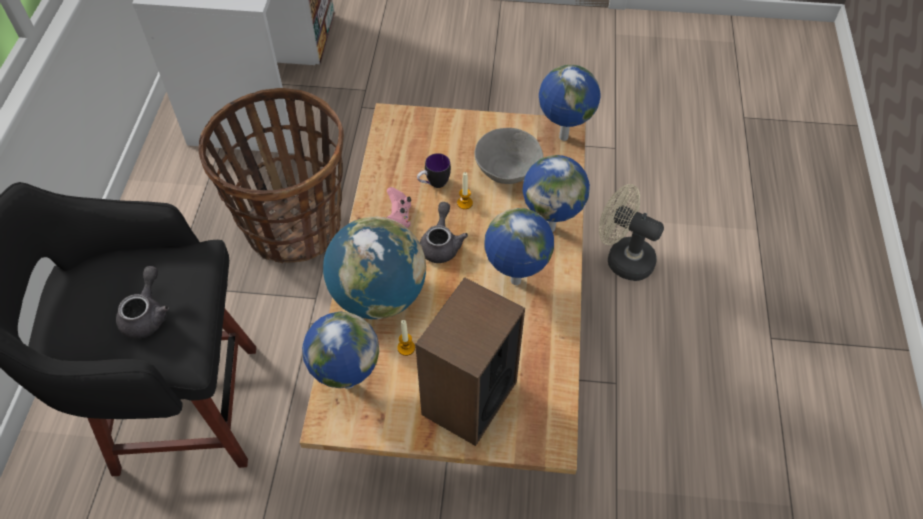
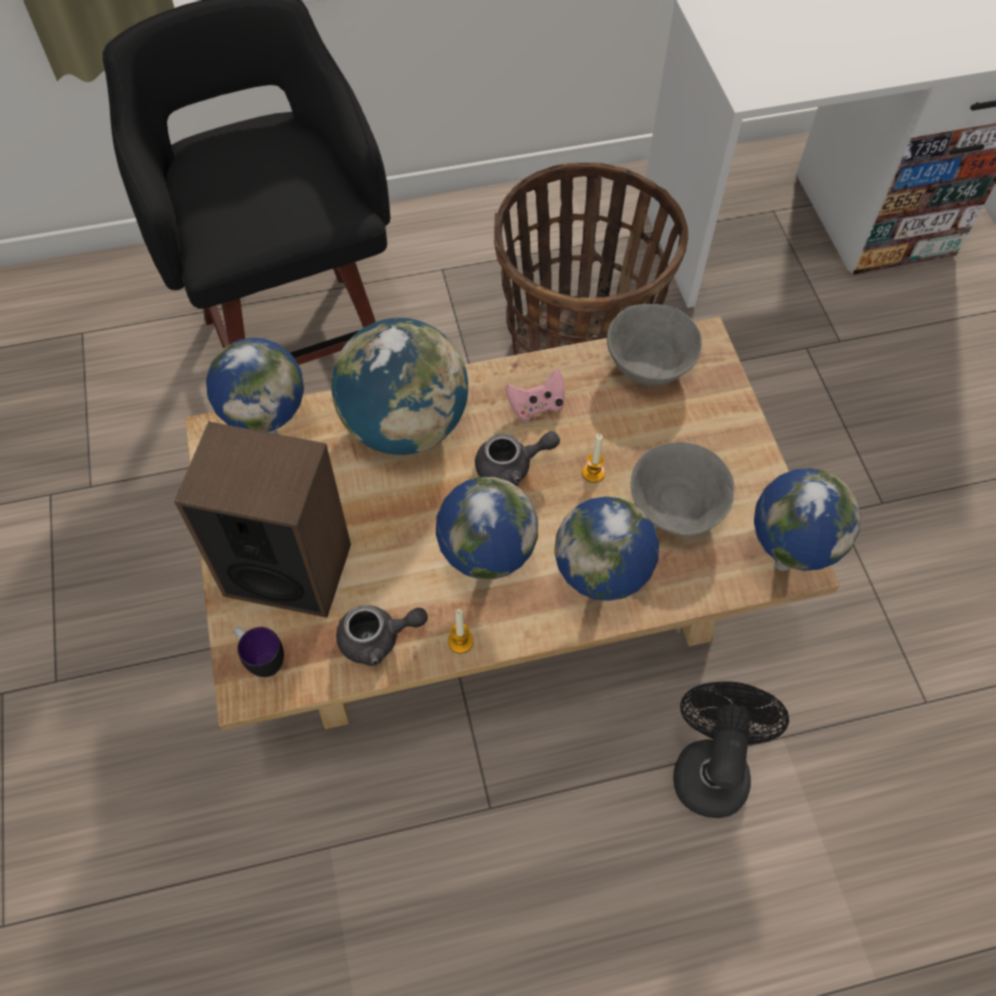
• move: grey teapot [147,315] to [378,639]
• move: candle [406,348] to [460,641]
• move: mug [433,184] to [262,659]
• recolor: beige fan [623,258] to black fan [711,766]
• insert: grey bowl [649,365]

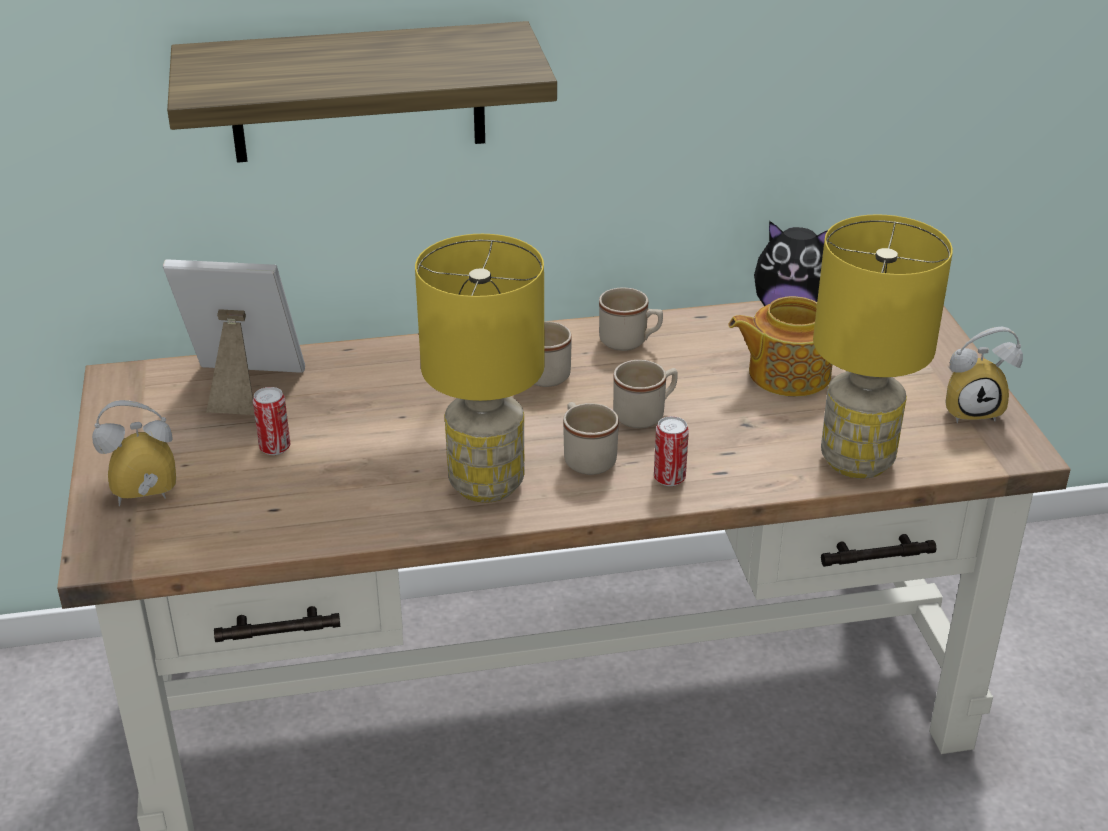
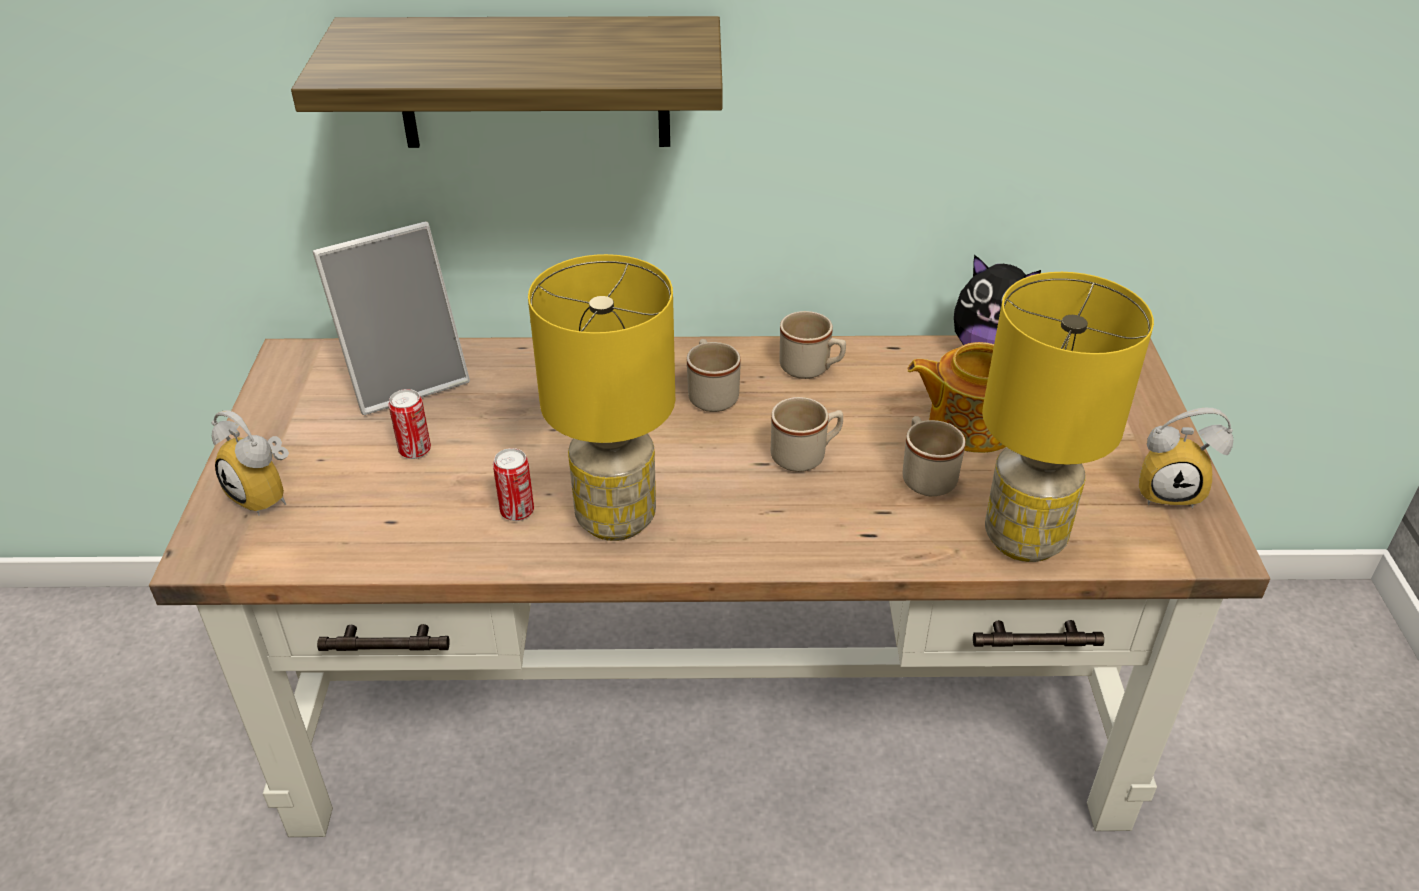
• rotate: alarm clock [144,500] = [268,495] 135 degrees counterclockwise
• rotate: picture frame [242,387] = [405,378] 135 degrees clockwise
• move: beige mug [586,457] to [925,475]
• move: can [669,478] to [517,511]

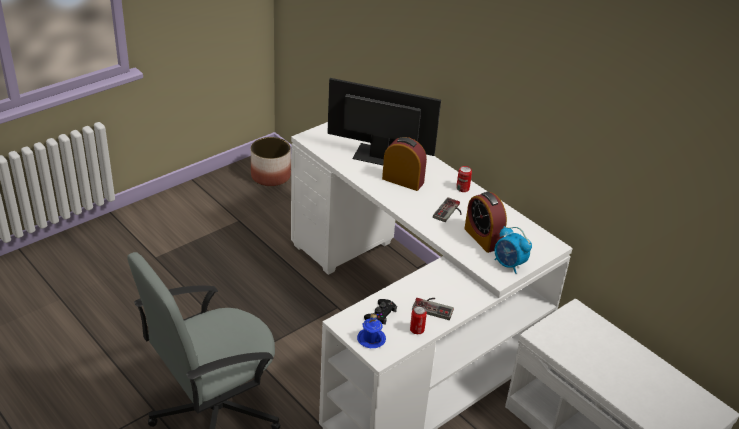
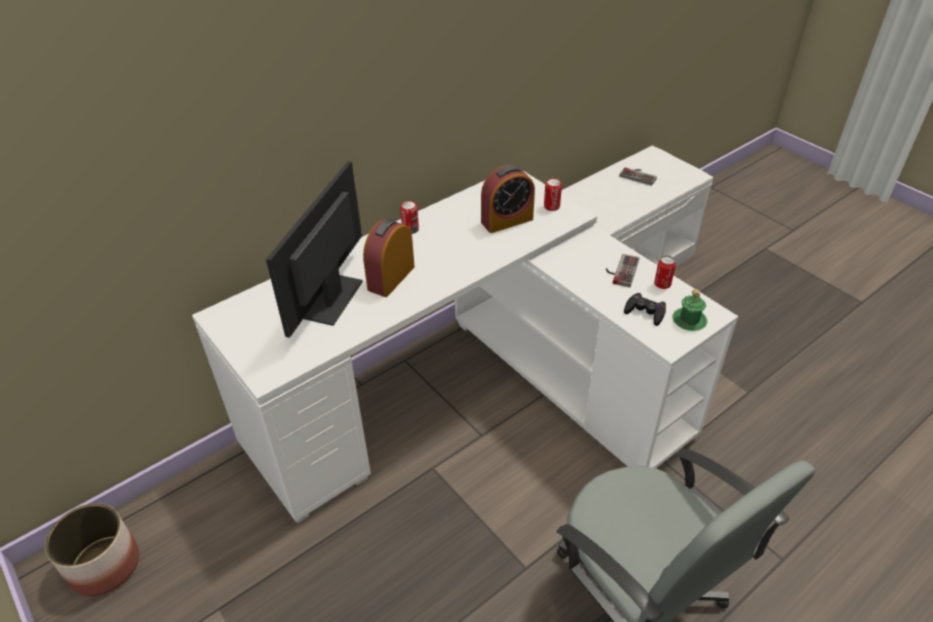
• recolor: blue mug [371,339] to green mug [689,320]
• move: game controller [450,212] to [639,175]
• replace: alarm clock [509,264] to can [551,206]

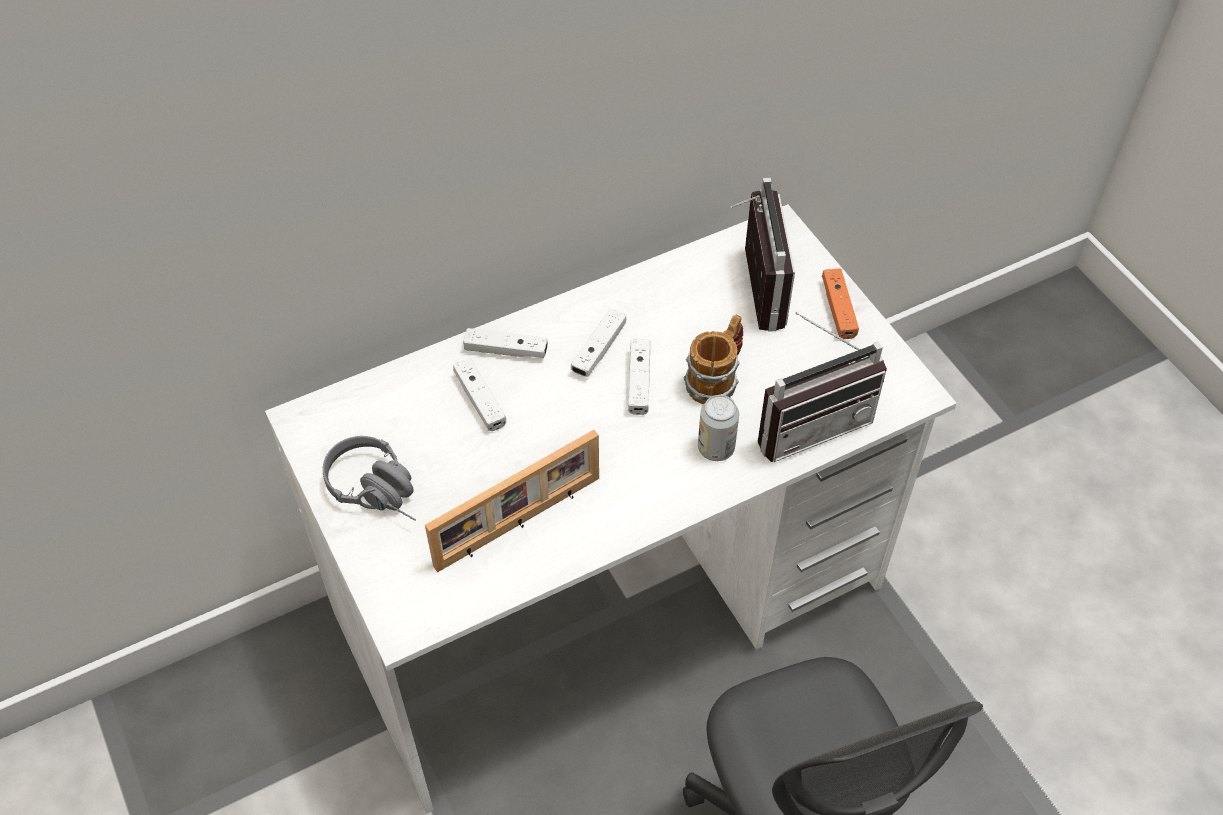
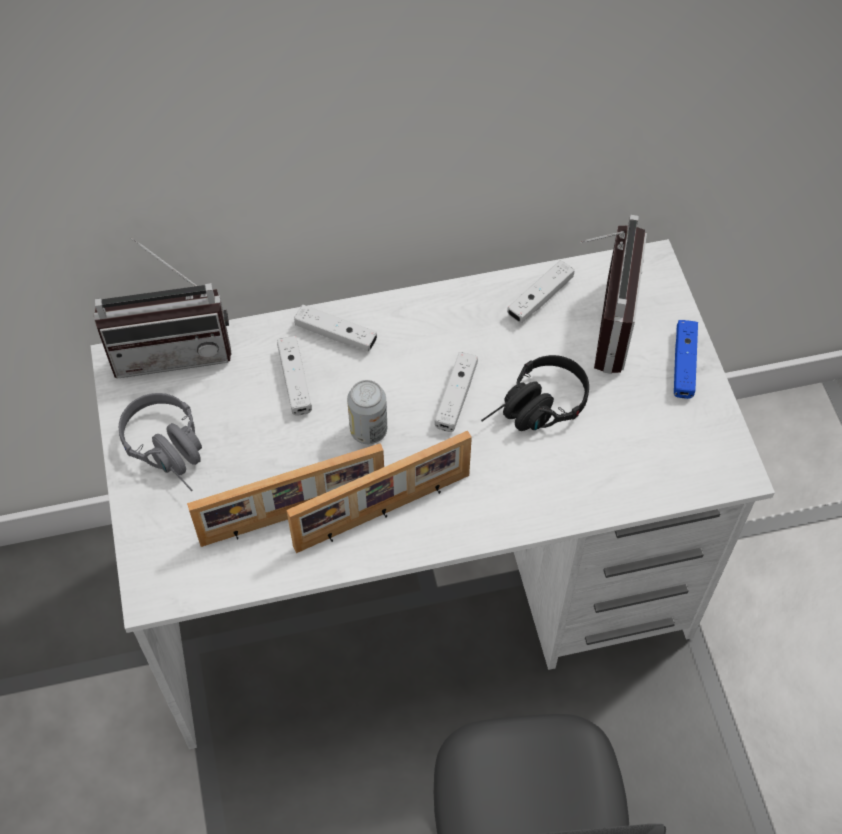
• move: white game controller [599,350] to [540,298]
• replace: mug [716,379] to black headphones [535,411]
• move: can [716,448] to [368,430]
• move: radio [809,422] to [173,348]
• recolor: orange game controller [838,309] to blue game controller [684,364]
• insert: picture frame [383,513]

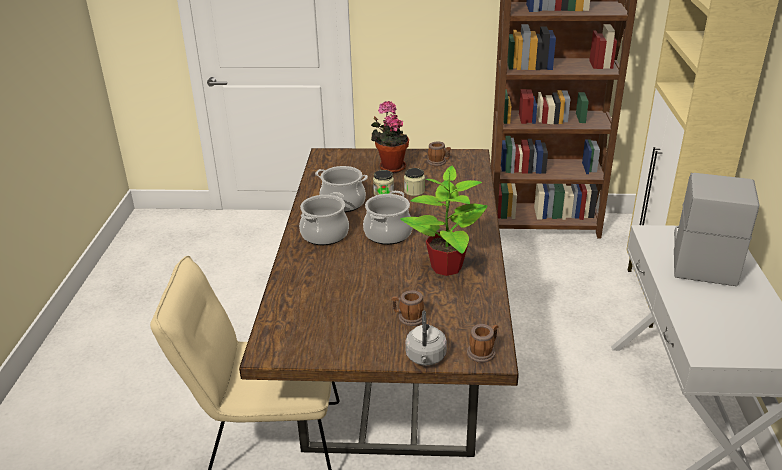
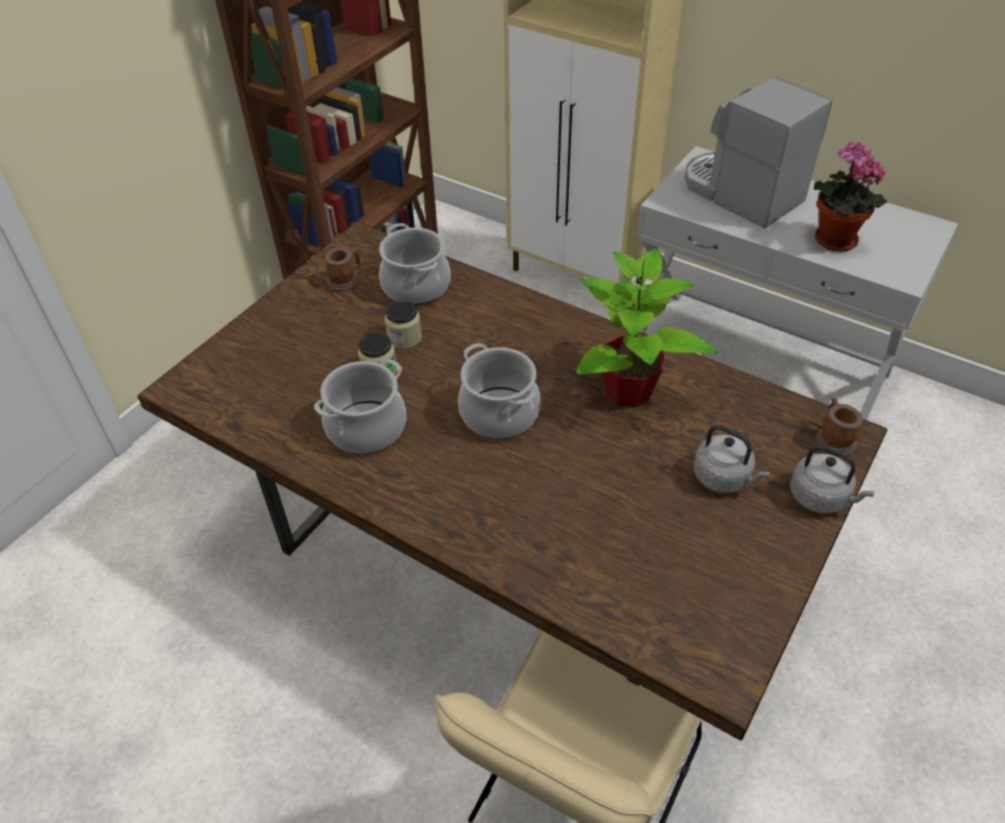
• move: cooking pot [325,235] to [416,286]
• move: potted plant [390,166] to [831,241]
• replace: mug [408,318] to grey kettle [724,478]

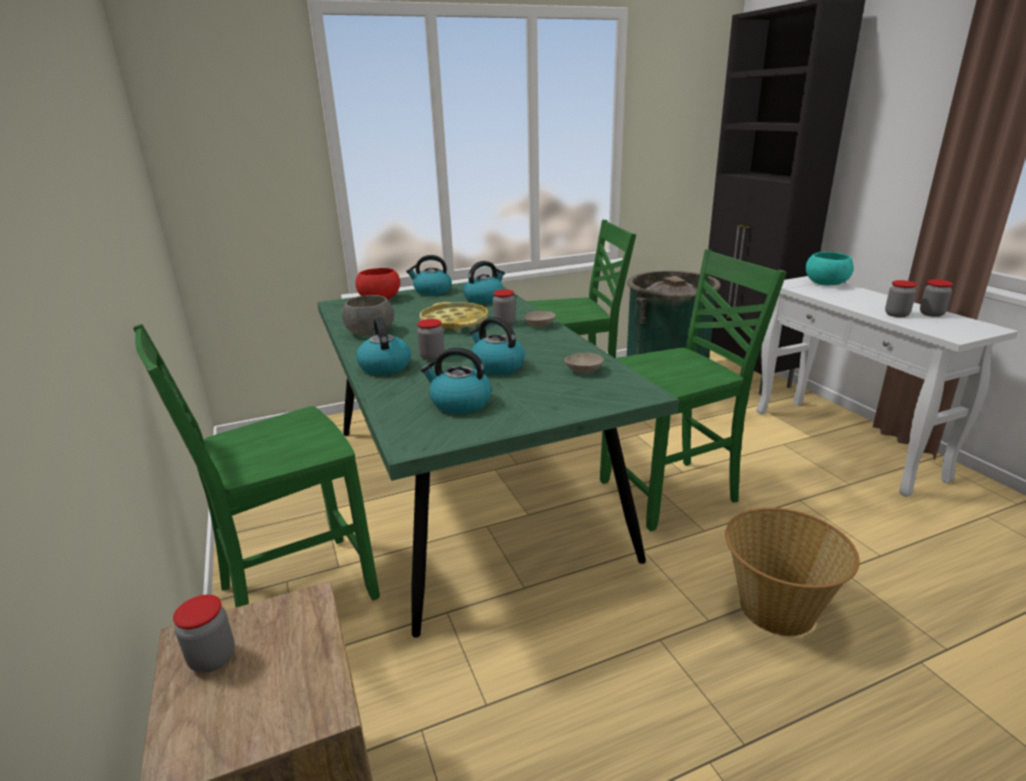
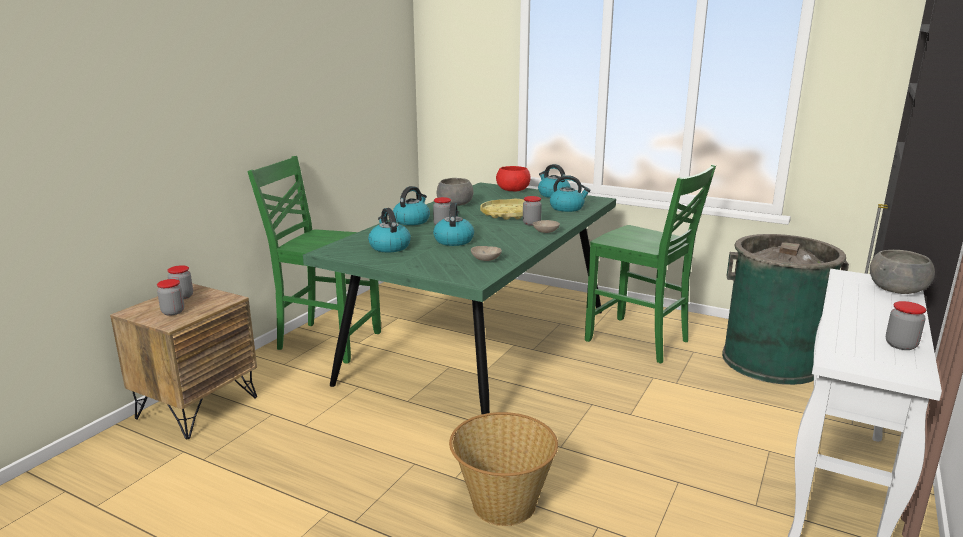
• delete: green chair [671,492]
• recolor: turquoise bowl [826,283] to grey bowl [896,289]
• move: jar [896,314] to [173,312]

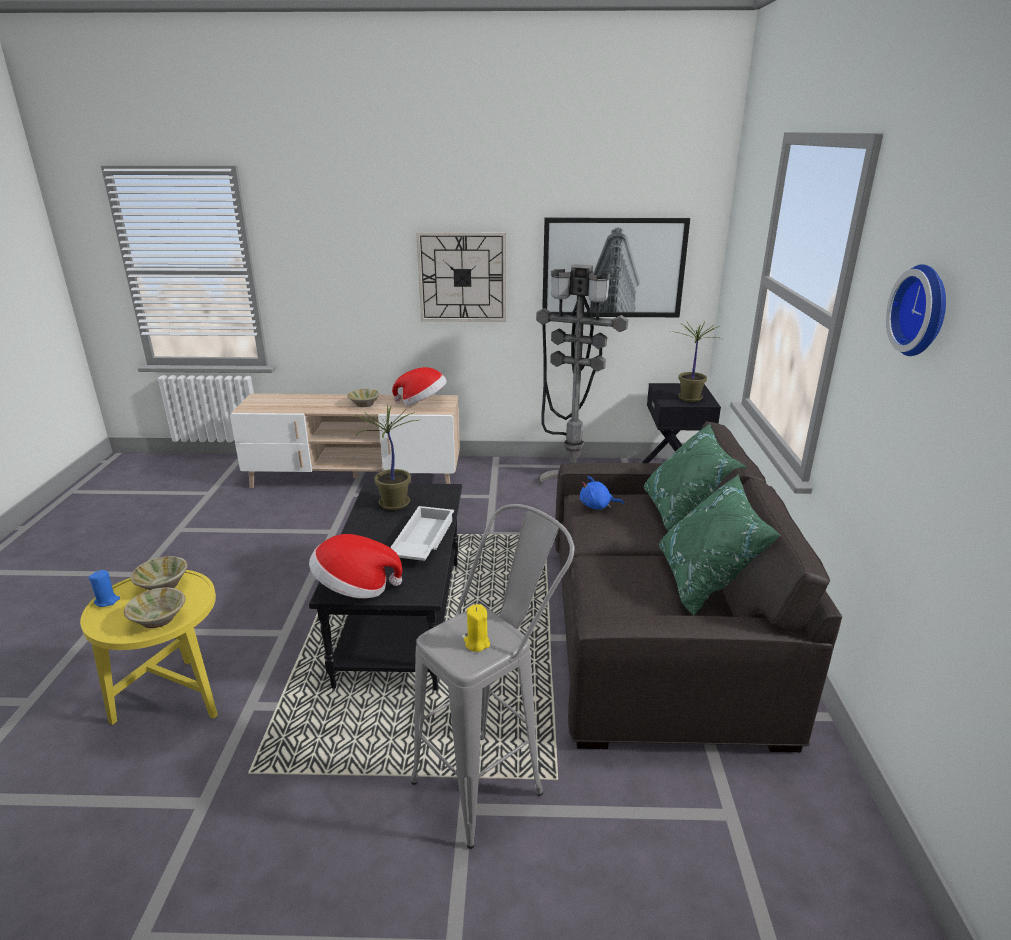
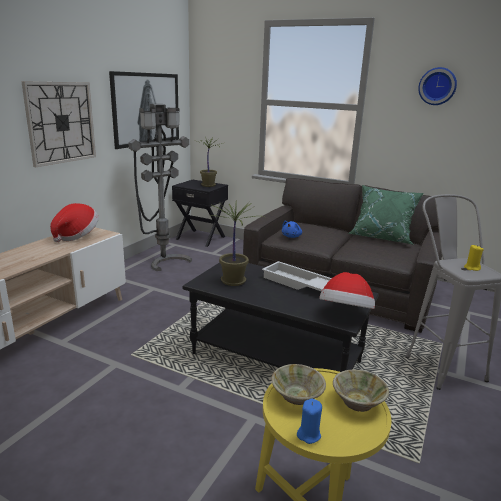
• delete: beige bowl [364,404]
• delete: green pillow [685,514]

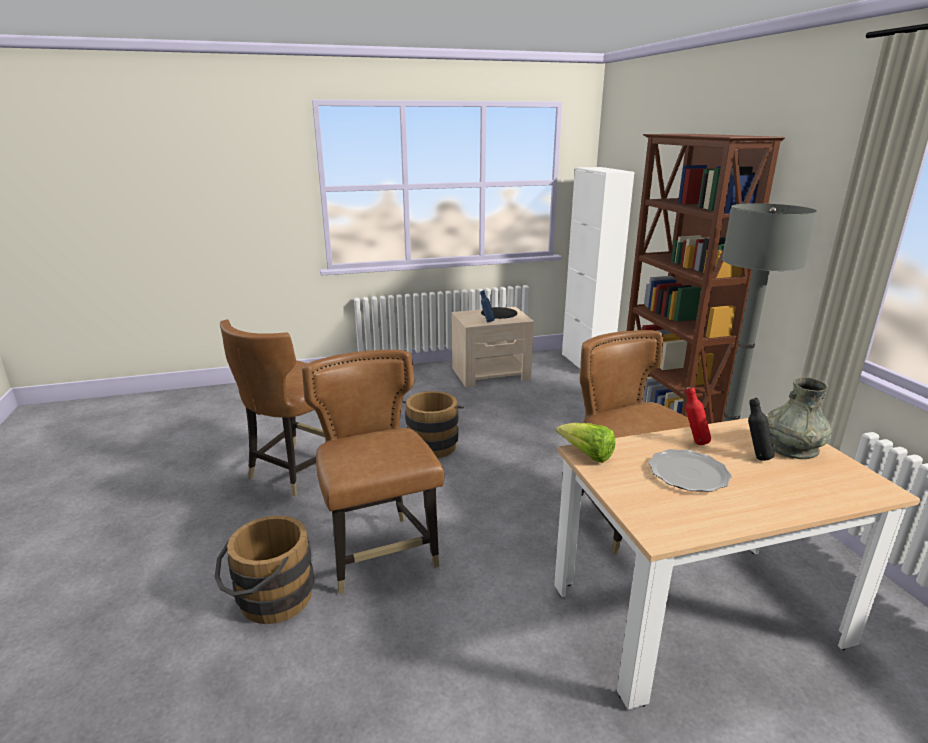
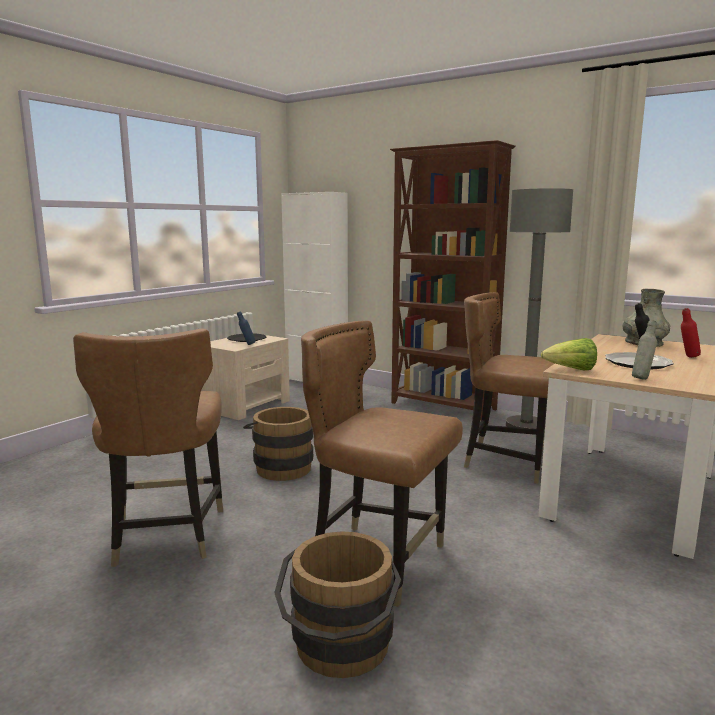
• move: red bottle [693,442] to [687,357]
• insert: grey bottle [642,378]

